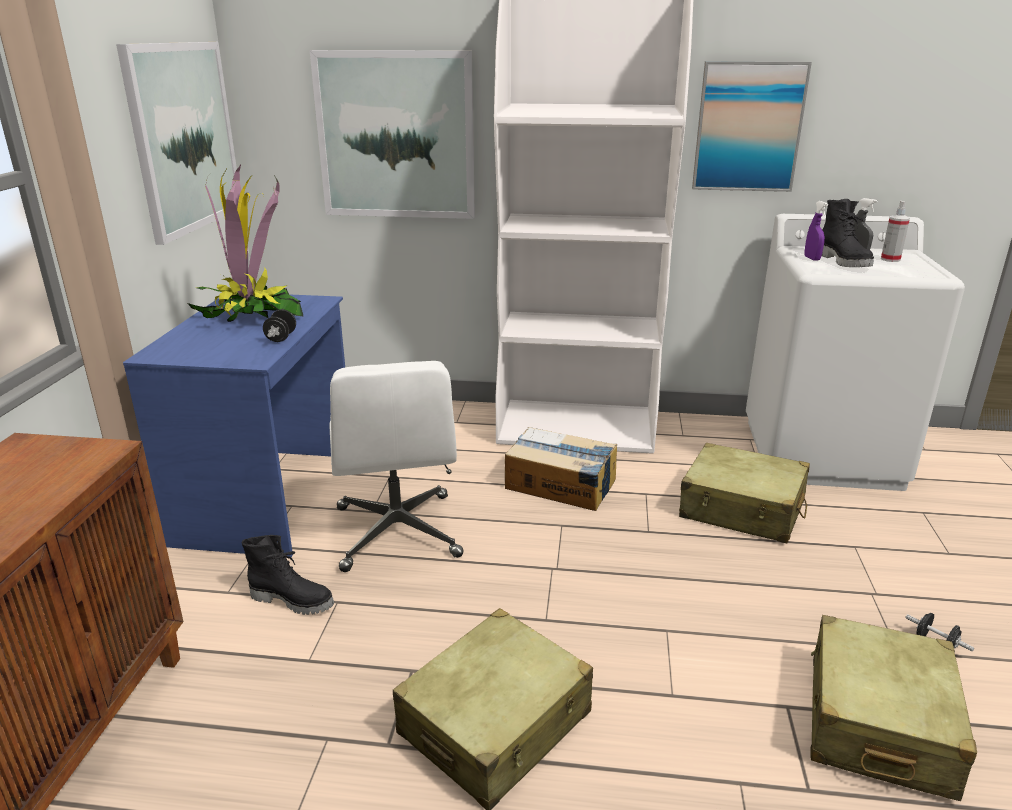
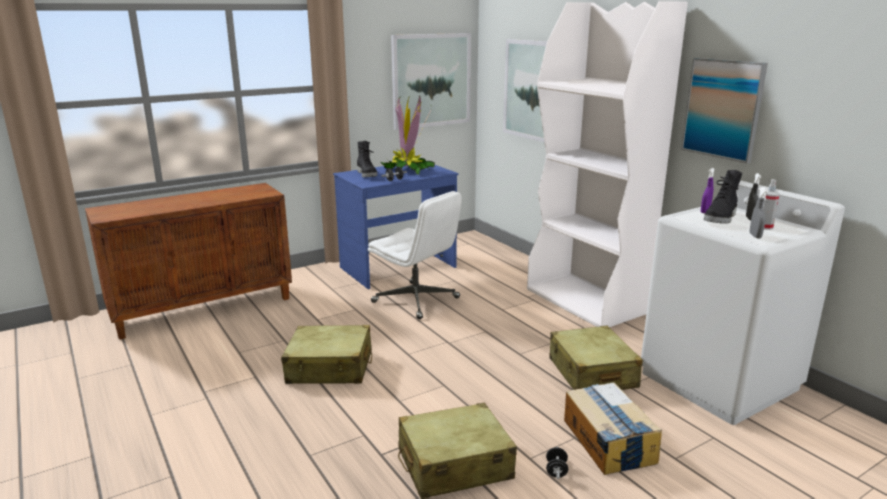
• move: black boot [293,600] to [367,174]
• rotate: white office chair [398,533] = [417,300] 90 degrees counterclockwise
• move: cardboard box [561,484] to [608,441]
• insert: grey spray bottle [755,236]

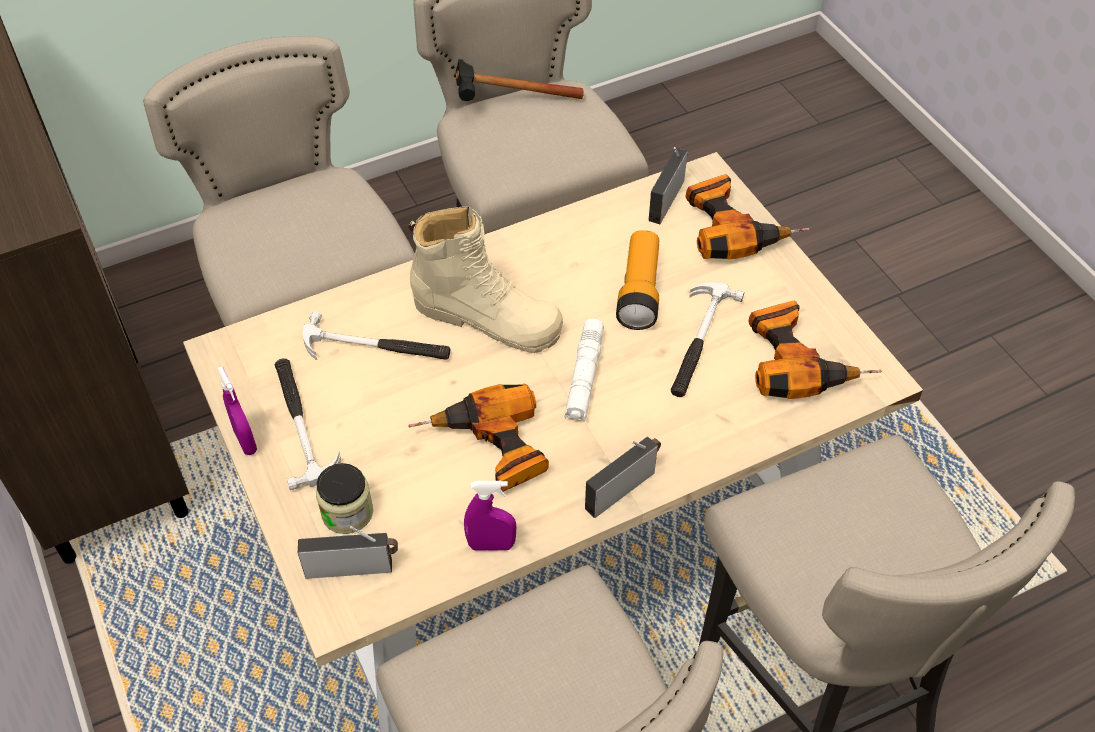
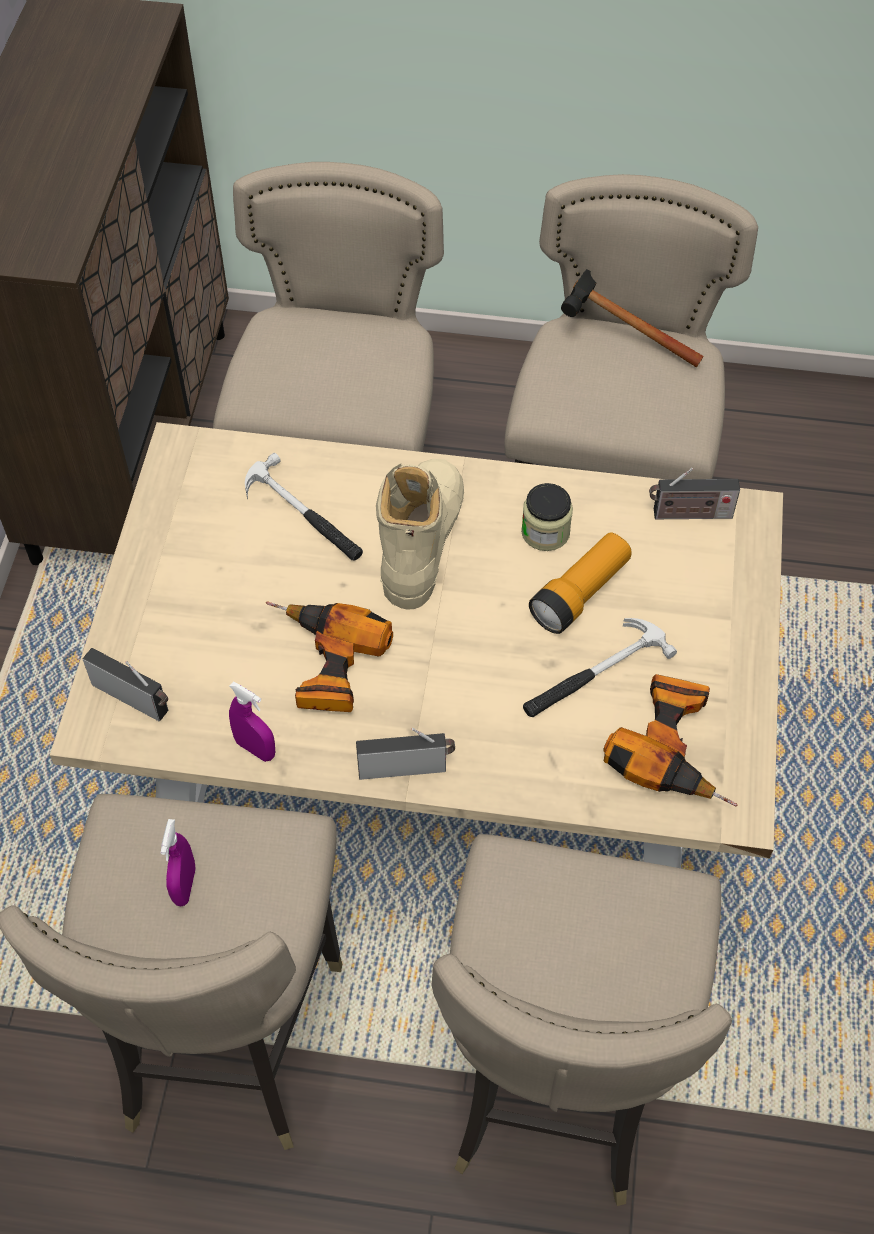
• move: purple spray bottle [245,441] to [185,886]
• delete: hammer [300,423]
• move: jar [347,512] to [545,532]
• rotate: beige boot [487,317] = [421,541] 135 degrees counterclockwise
• delete: white flashlight [584,377]
• rotate: radio [666,198] = [688,514] 150 degrees counterclockwise
• delete: power drill [734,226]

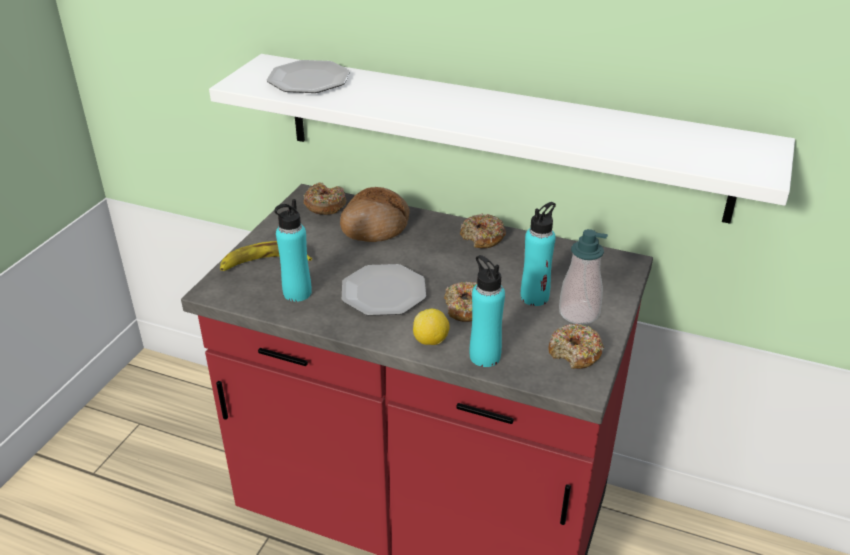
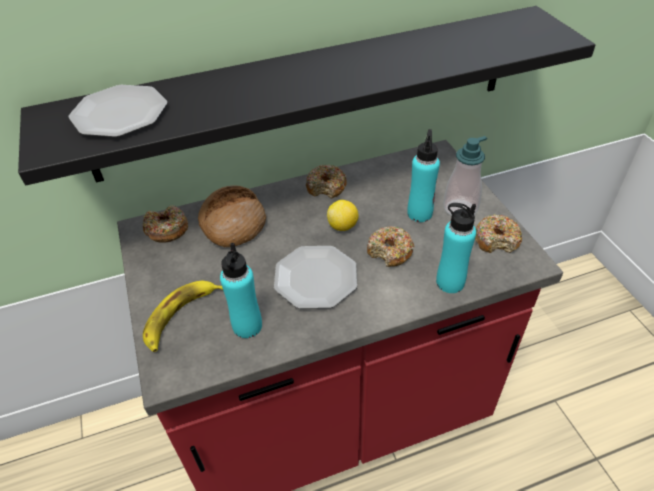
• recolor: white shelf [499,135] to black shelf [308,93]
• move: lemon [431,341] to [343,226]

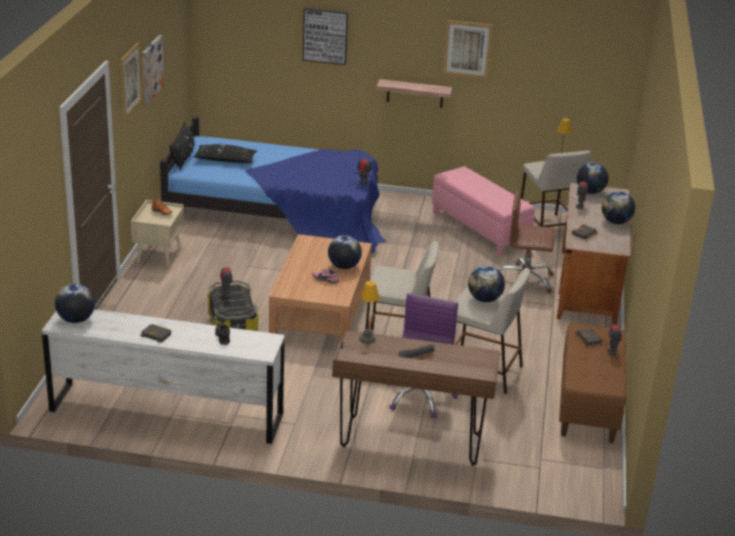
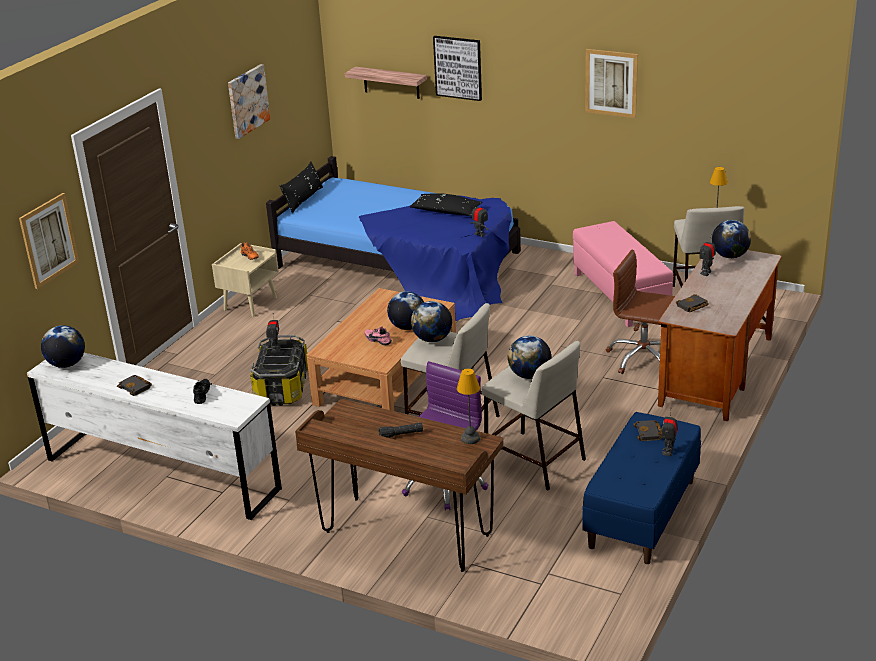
• move: picture [130,80] to [49,240]
• move: black pillow [225,160] to [446,211]
• move: table lamp [367,339] to [471,438]
• move: shelf [415,93] to [391,83]
• recolor: brown bench [588,405] to blue bench [642,514]
• move: globe [616,222] to [432,339]

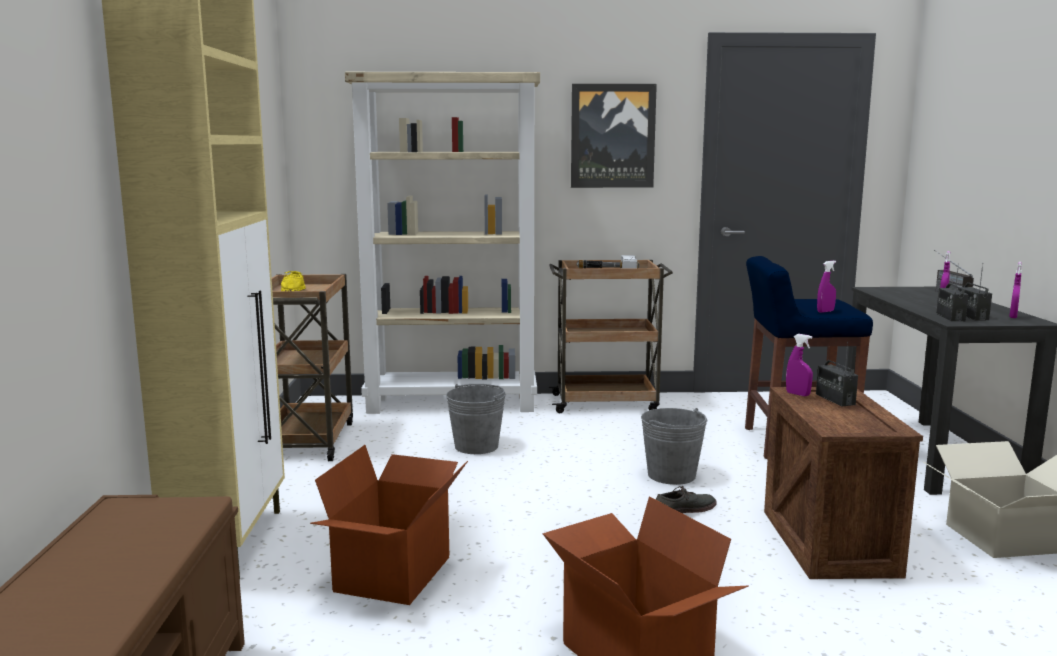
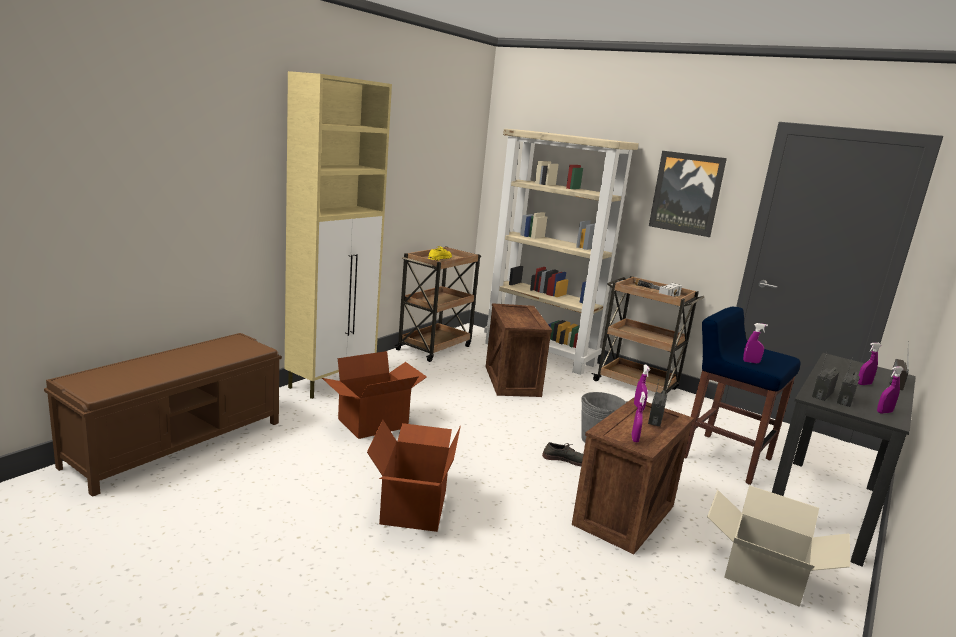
• replace: grey bucket [476,446] to crate [513,381]
• insert: purple spray bottle [634,439]

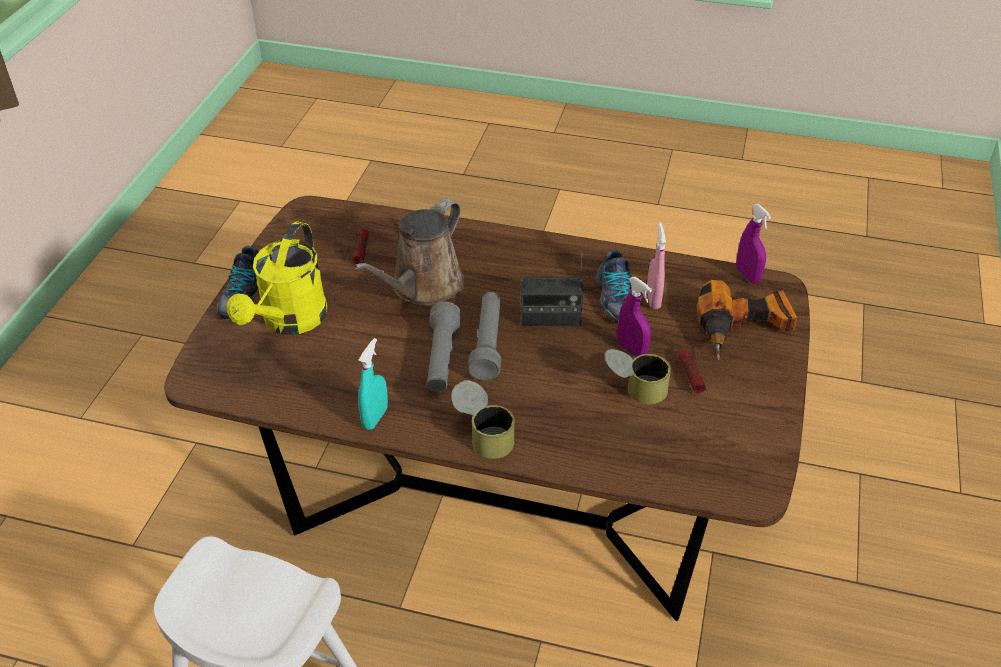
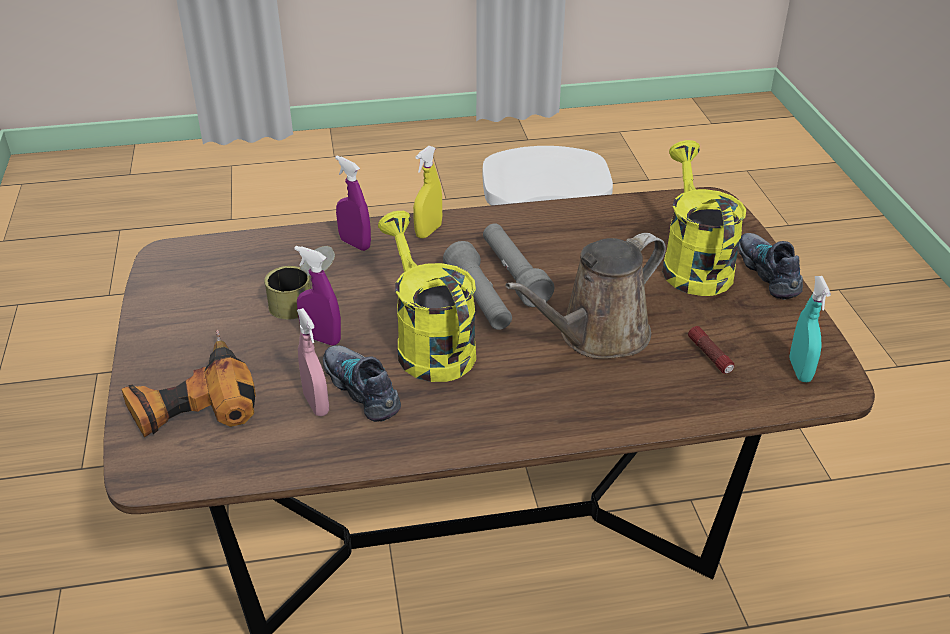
• rotate: brown watering can [423,287] = [597,336] 135 degrees counterclockwise
• move: turquoise spray bottle [375,418] to [800,370]
• replace: can [483,435] to yellow spray bottle [428,231]
• replace: radio [550,319] to yellow watering can [429,344]
• delete: flashlight [690,375]
• move: purple spray bottle [747,275] to [355,244]

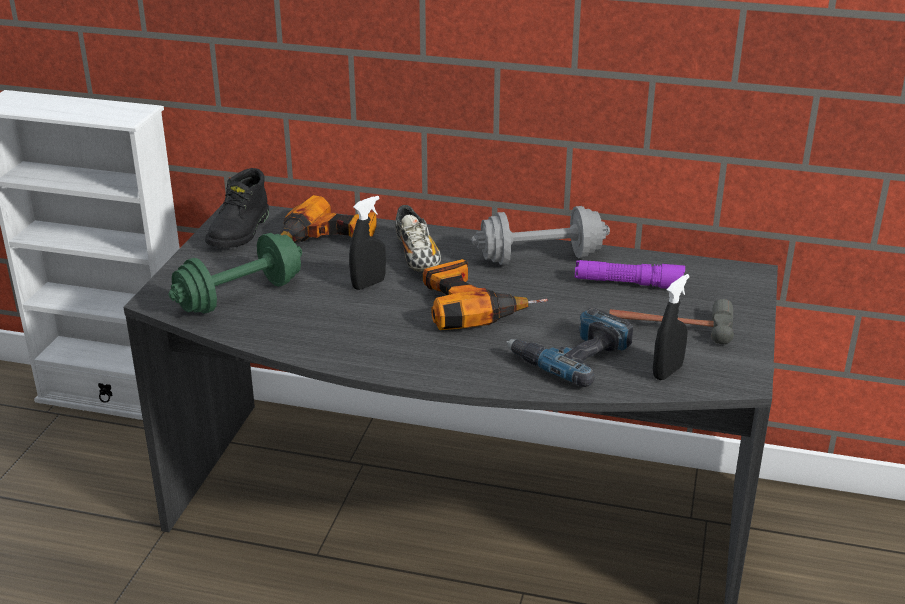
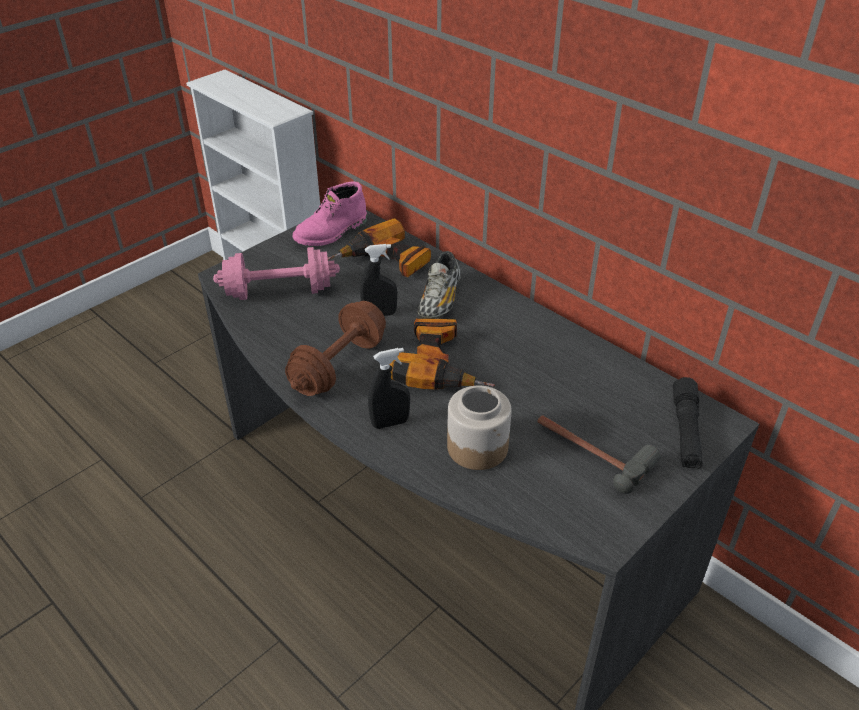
• recolor: green dumbbell [240,296] to pink dumbbell [279,292]
• recolor: black boot [240,232] to pink boot [332,232]
• delete: grey dumbbell [540,258]
• replace: power drill [572,354] to jar [477,447]
• delete: purple flashlight [628,284]
• move: black spray bottle [667,372] to [390,423]
• insert: brown dumbbell [338,366]
• insert: black flashlight [686,431]

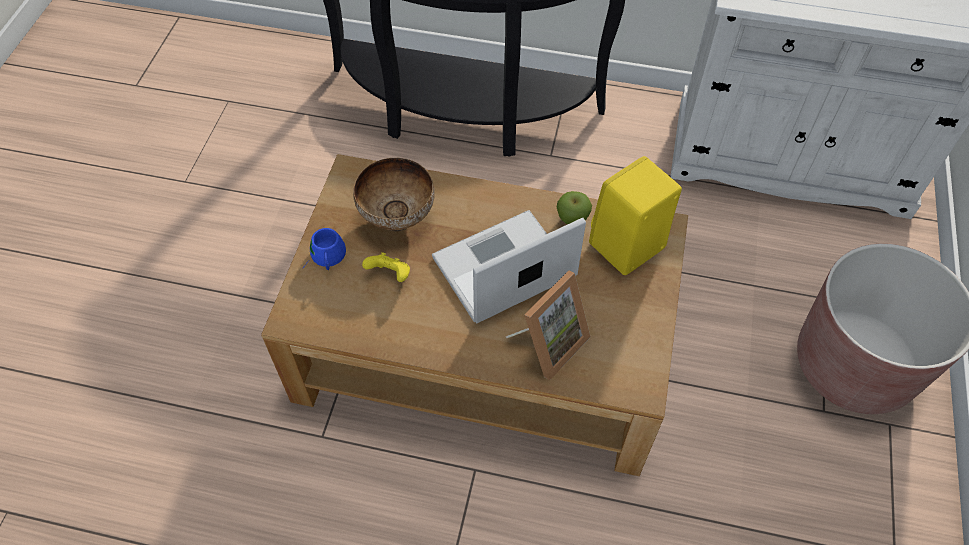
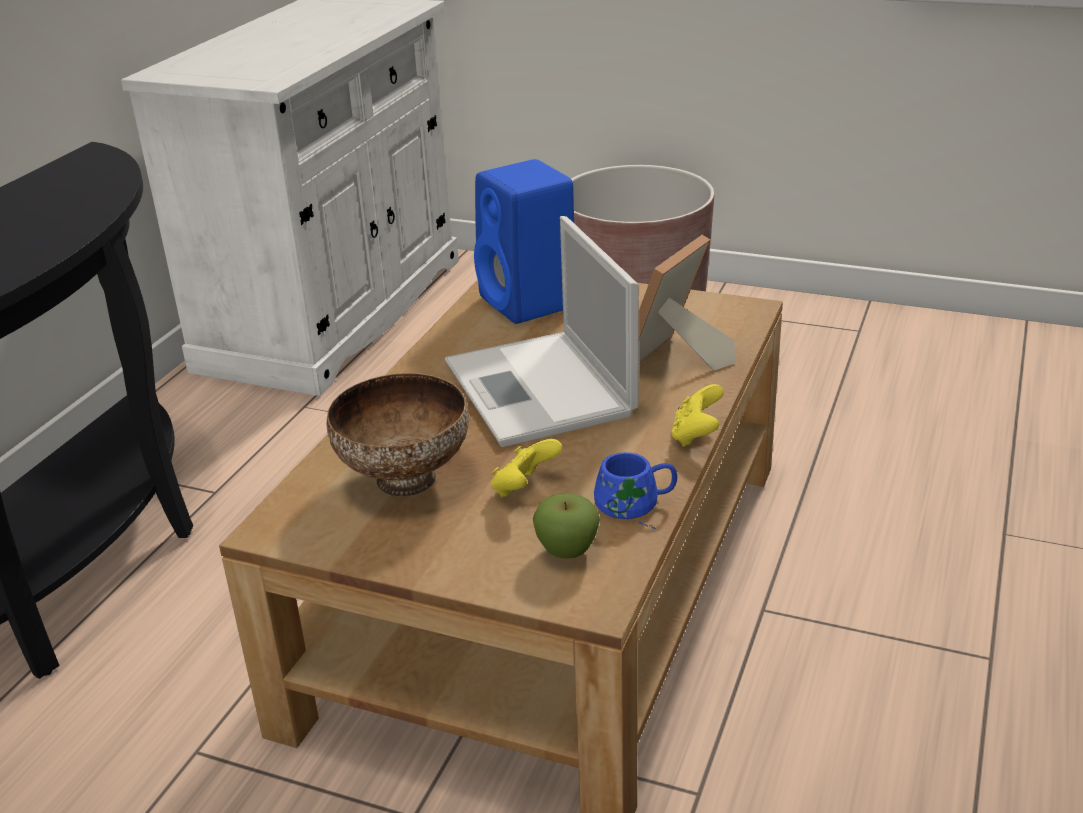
• move: blue mug [324,258] to [635,506]
• rotate: picture frame [548,343] = [673,363] 105 degrees counterclockwise
• move: apple [572,219] to [567,551]
• recolor: yellow speaker [625,247] to blue speaker [531,303]
• insert: yellow game controller [696,435]

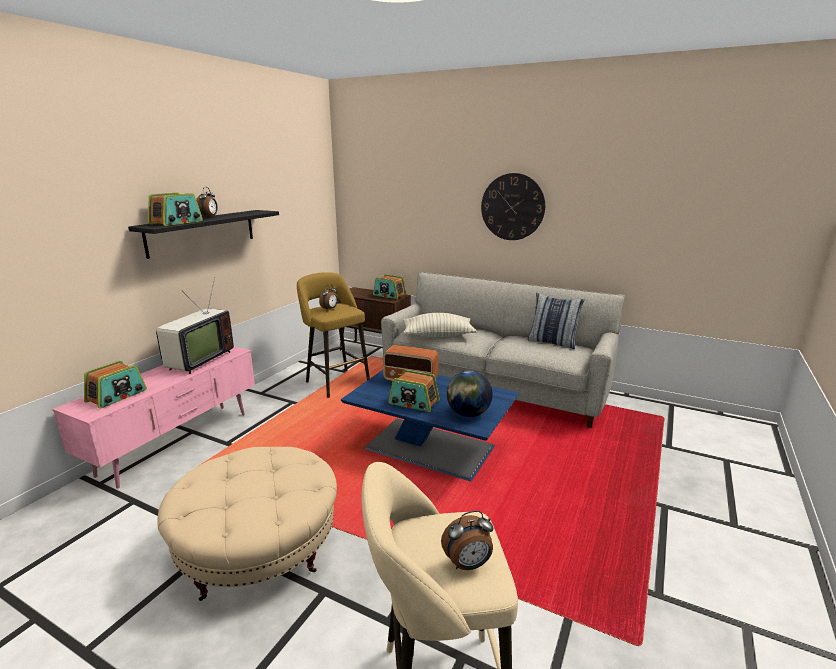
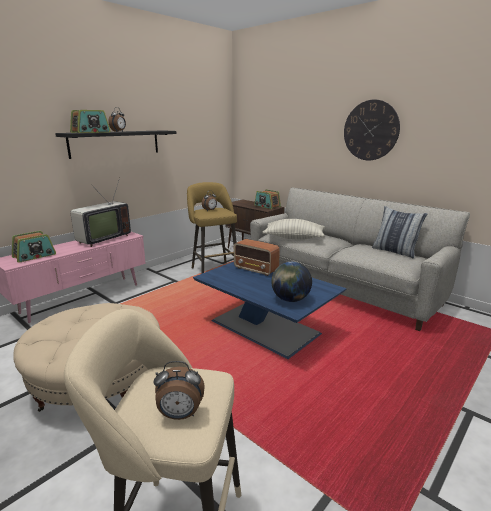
• delete: radio [414,402]

